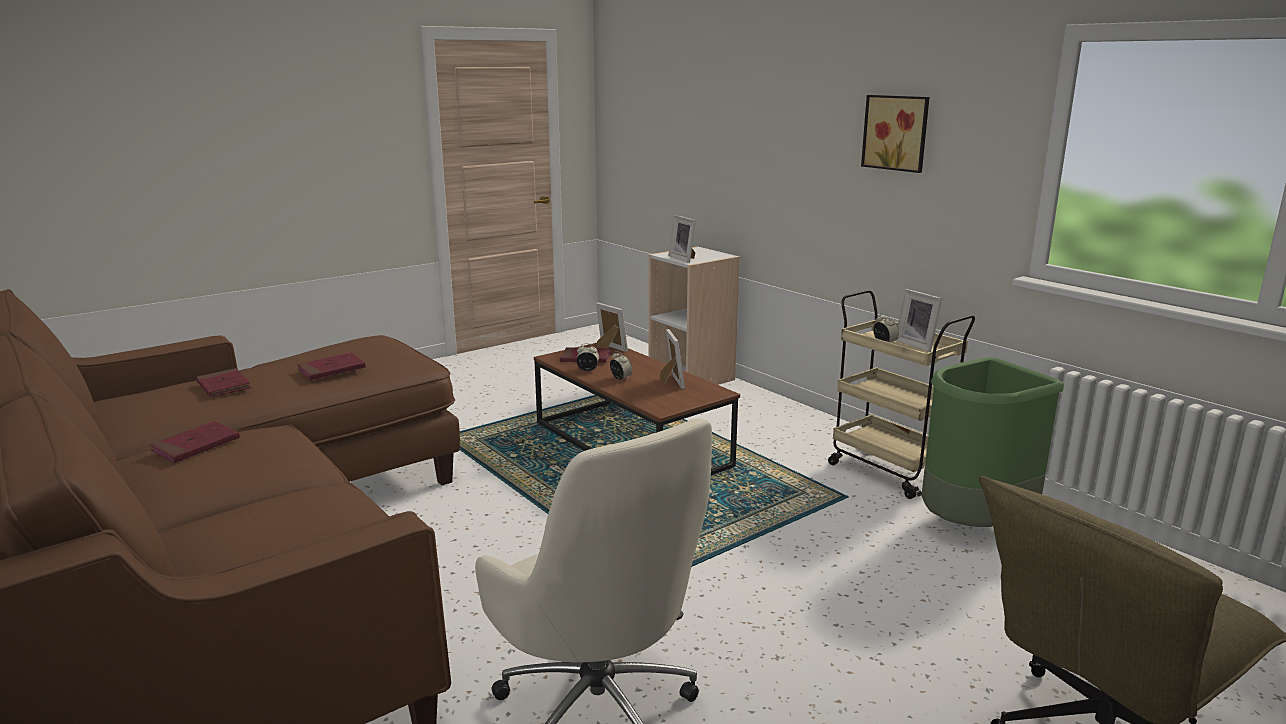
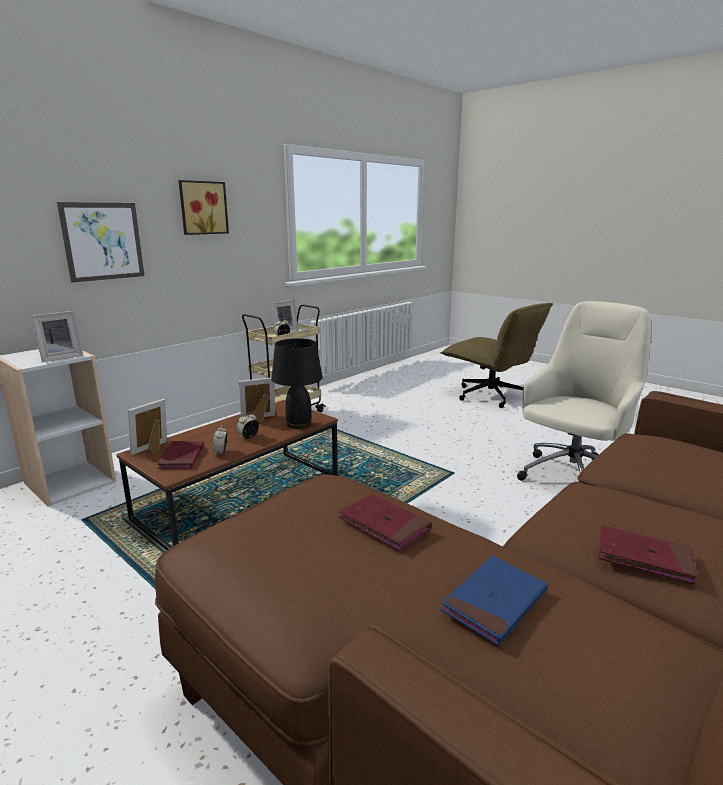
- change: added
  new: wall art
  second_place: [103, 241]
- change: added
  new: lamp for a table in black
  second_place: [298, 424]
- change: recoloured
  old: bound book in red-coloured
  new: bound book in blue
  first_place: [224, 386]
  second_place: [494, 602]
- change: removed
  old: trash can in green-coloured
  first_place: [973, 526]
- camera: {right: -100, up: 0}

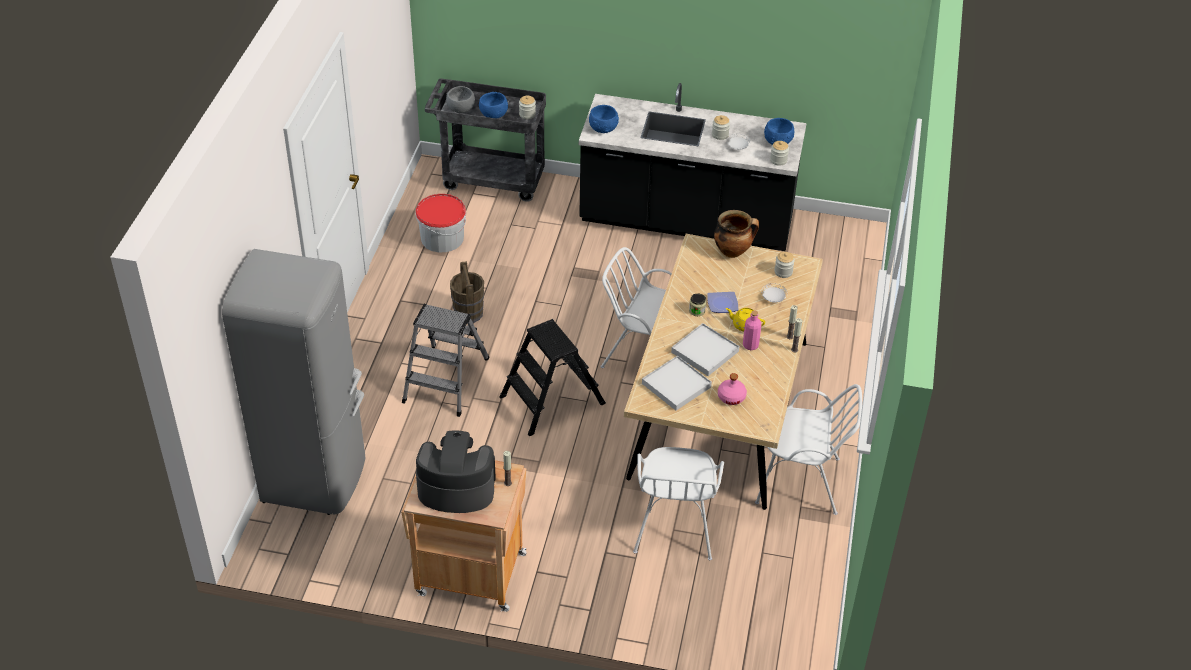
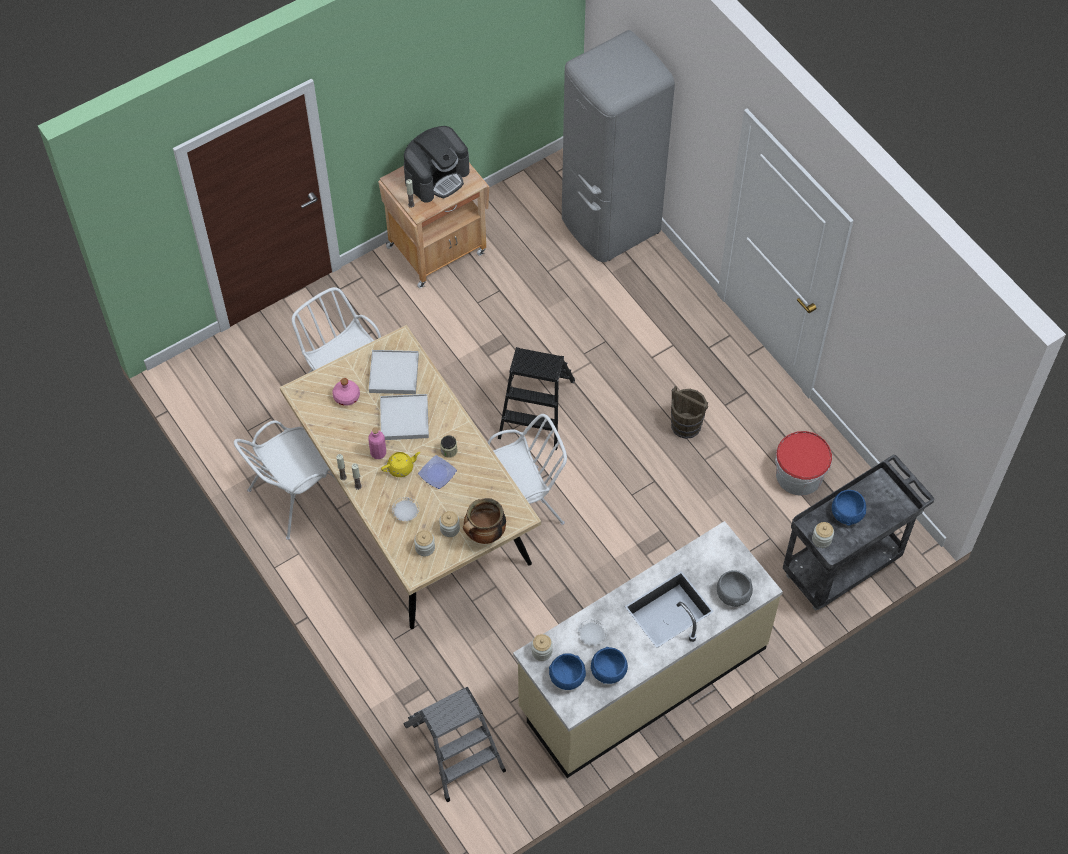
- change: moved
  old: stepladder in grey
  first_place: [446, 379]
  second_place: [454, 747]
- change: moved
  old: jar
  first_place: [720, 135]
  second_place: [450, 529]
- change: recoloured
  old: counter in black
  new: counter in beige-coloured
  first_place: [686, 221]
  second_place: [642, 678]
- change: moved
  old: serving bowl in blue
  first_place: [603, 128]
  second_place: [608, 672]
- change: moved
  old: serving bowl in grey
  first_place: [460, 109]
  second_place: [733, 594]
- camera: {right: 135, up: 15}

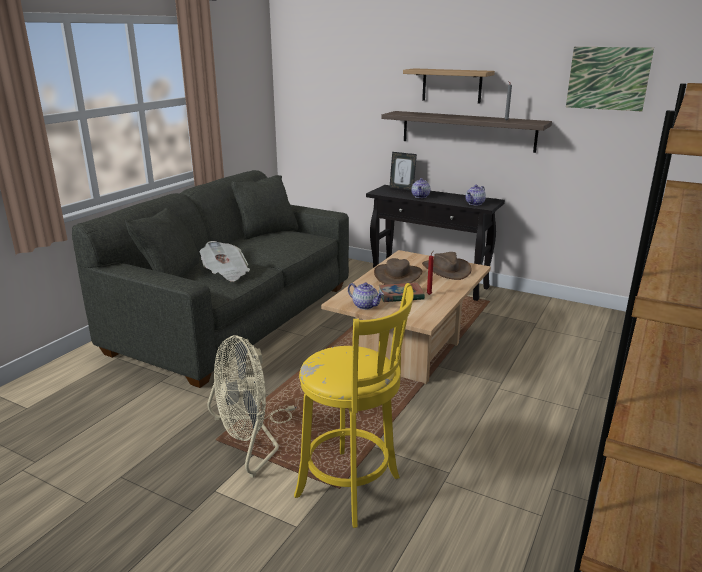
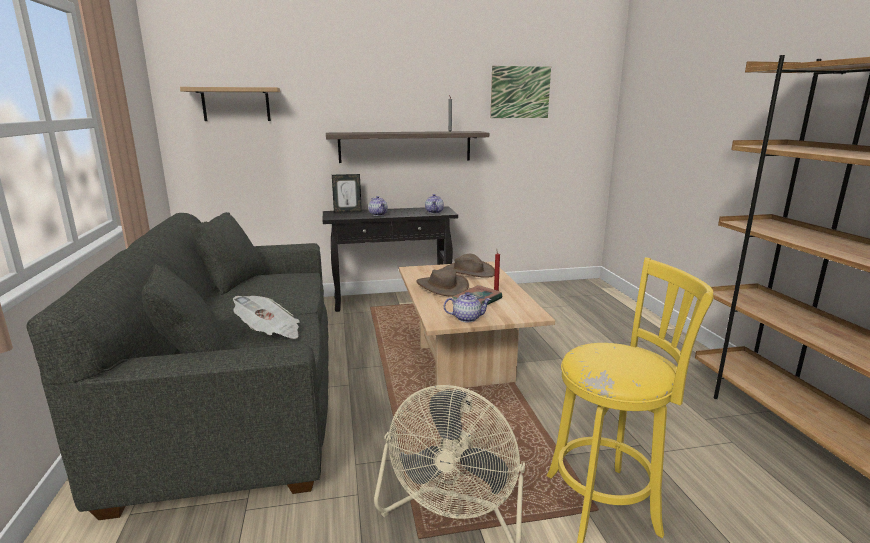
- change: moved
  old: bracket shelf
  first_place: [451, 85]
  second_place: [236, 104]
- camera: {right: -40, up: -5}

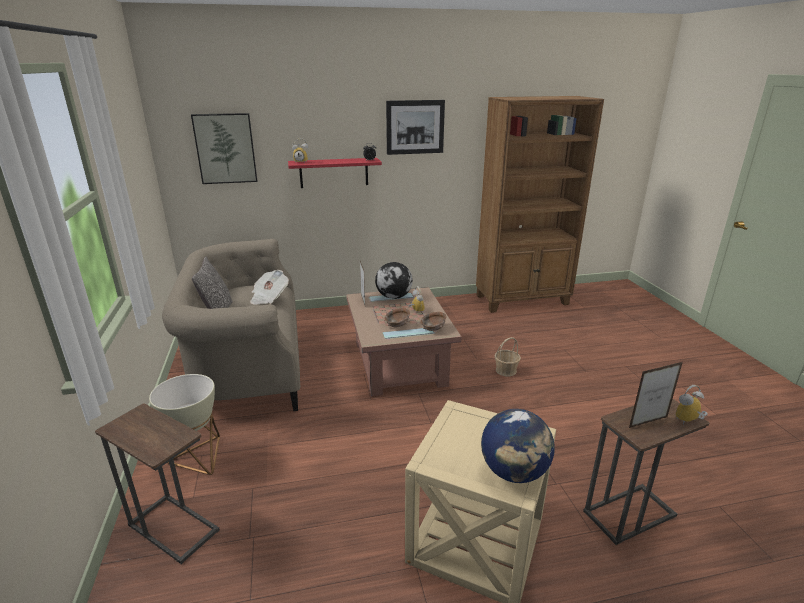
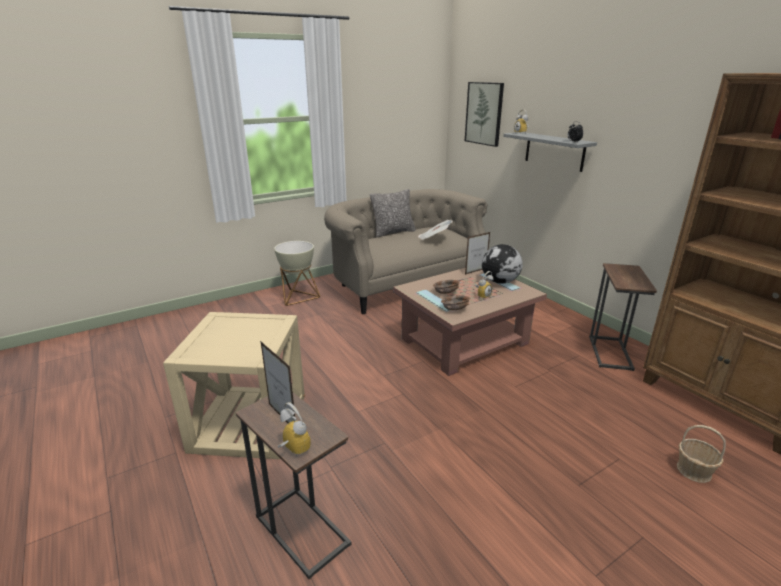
- change: recoloured
  old: bracket shelf in red-coloured
  new: bracket shelf in grey
  first_place: [334, 172]
  second_place: [554, 151]
- change: moved
  old: accent table in brownish
  first_place: [172, 528]
  second_place: [609, 352]
- change: moved
  old: household basket
  first_place: [506, 370]
  second_place: [694, 471]
- change: removed
  old: wall art
  first_place: [415, 127]
- change: removed
  old: desk globe
  first_place: [514, 472]
- camera: {right: 70, up: 0}

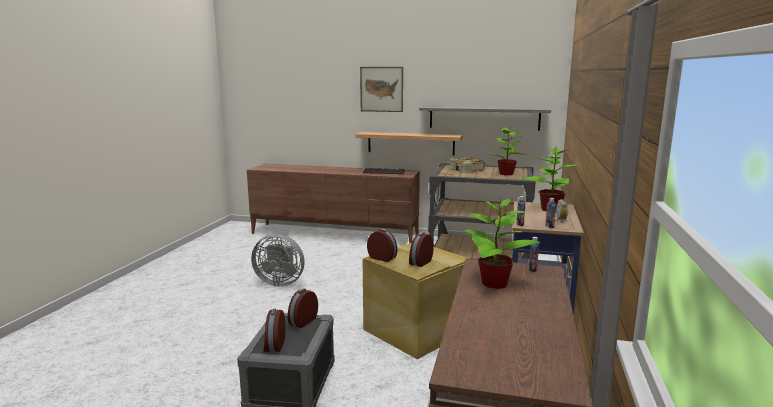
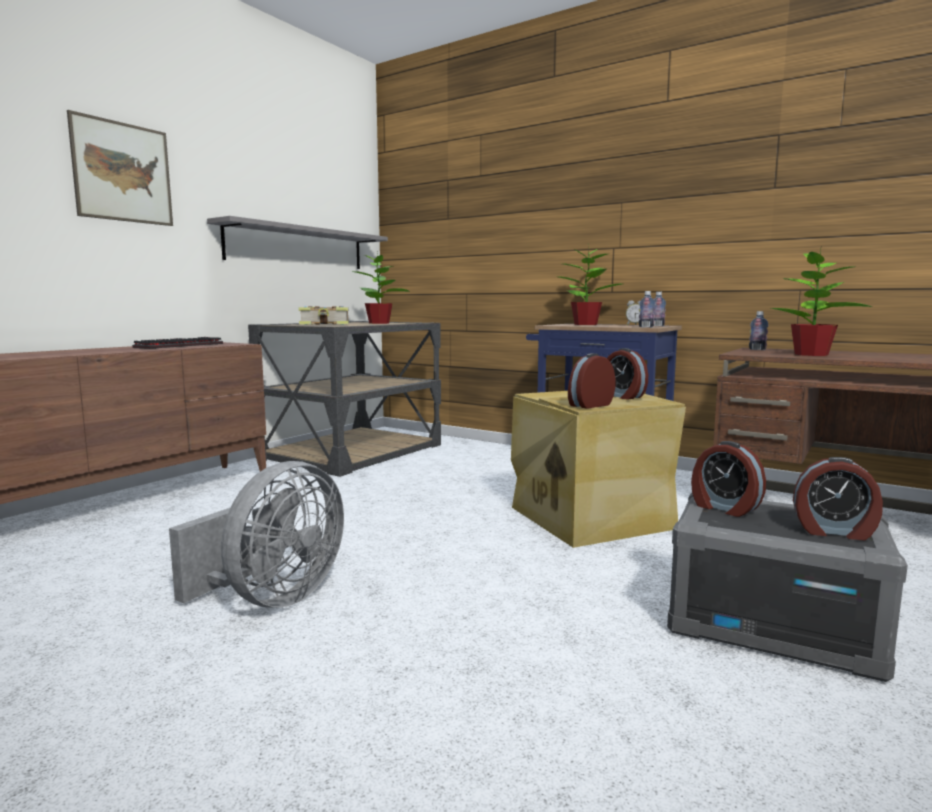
- change: removed
  old: bracket shelf
  first_place: [410, 143]
- camera: {right: -70, up: -5}

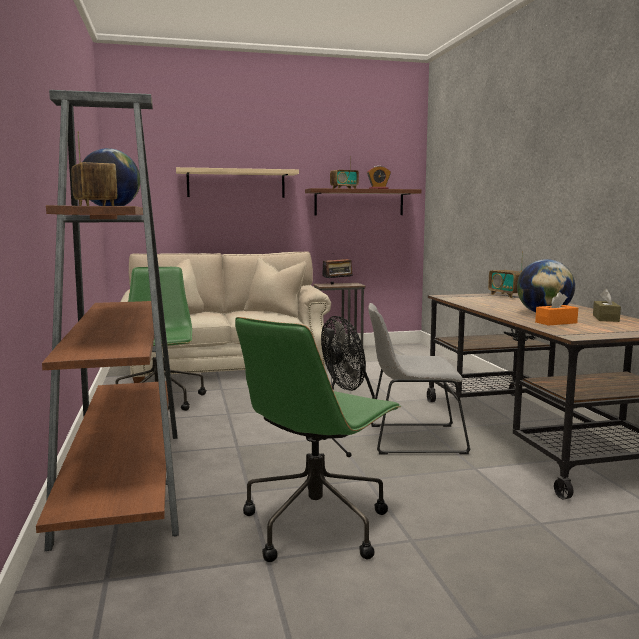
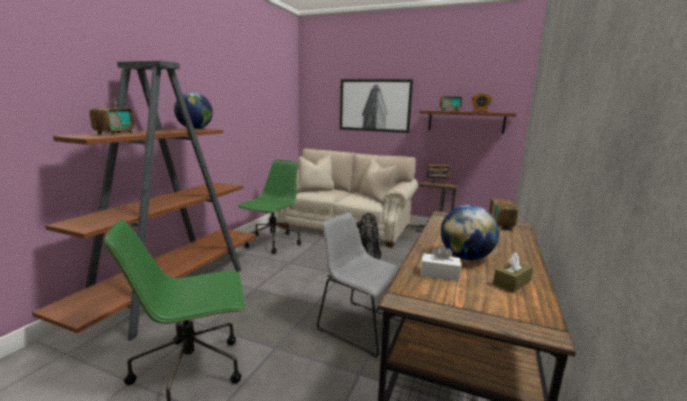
- change: replaced
  old: bracket shelf in beige-coloured
  new: wall art
  first_place: [236, 183]
  second_place: [375, 105]
- change: recoloured
  old: tissue holder in orange-coloured
  new: tissue holder in white
  first_place: [556, 322]
  second_place: [439, 274]
- camera: {right: 35, up: 5}

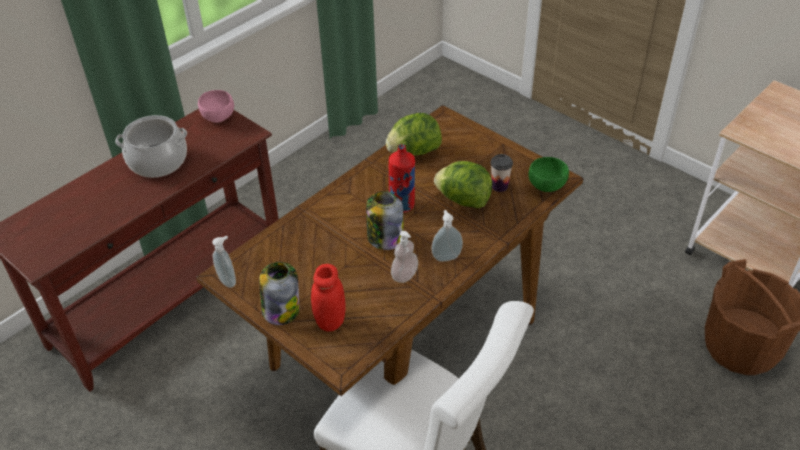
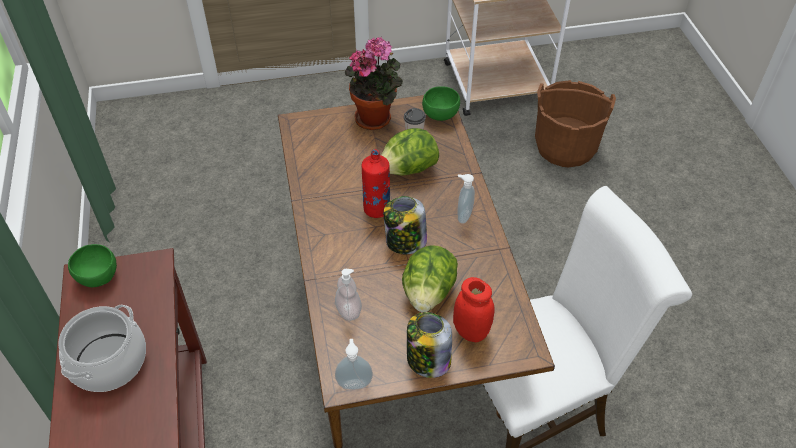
- change: recoloured
  old: serving bowl in pink-coloured
  new: serving bowl in green-coloured
  first_place: [218, 117]
  second_place: [98, 276]
- change: moved
  old: liquid soap bottle
  first_place: [404, 275]
  second_place: [348, 310]
- change: added
  new: plant in a pot
  second_place: [376, 118]
- change: moved
  old: lettuce head
  first_place: [414, 152]
  second_place: [428, 293]
- camera: {right: -55, up: 5}

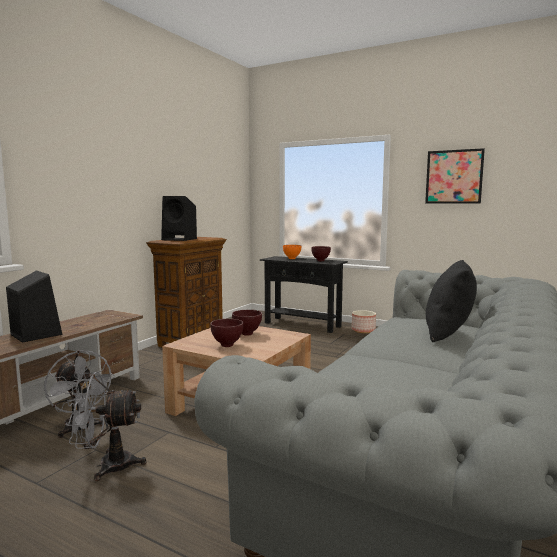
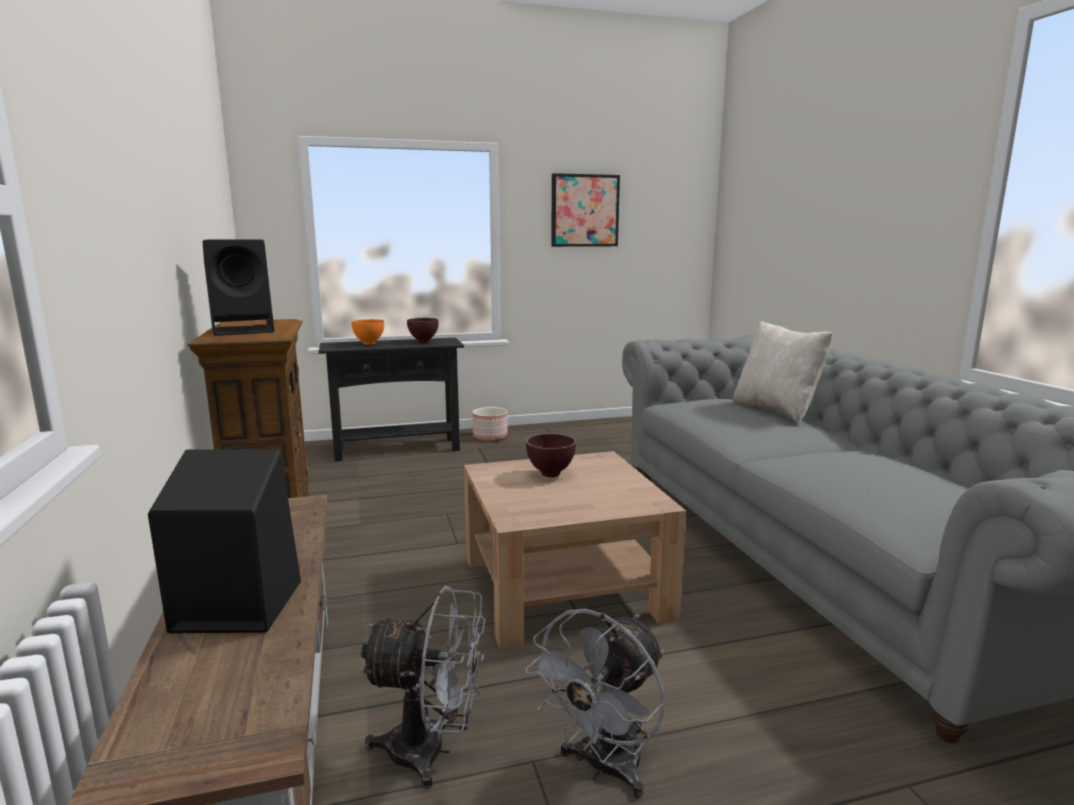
- change: recoloured
  old: pillow in black
  new: pillow in beige-coloured
  first_place: [448, 333]
  second_place: [776, 411]
- change: removed
  old: serving bowl in brownish
  first_place: [226, 345]
- camera: {right: -45, up: 5}

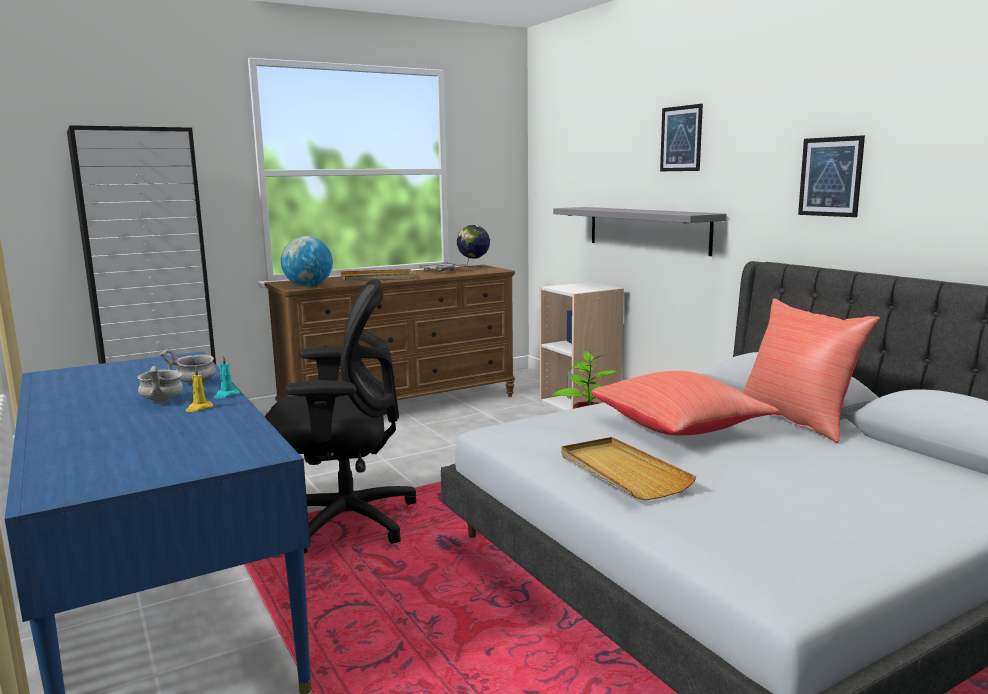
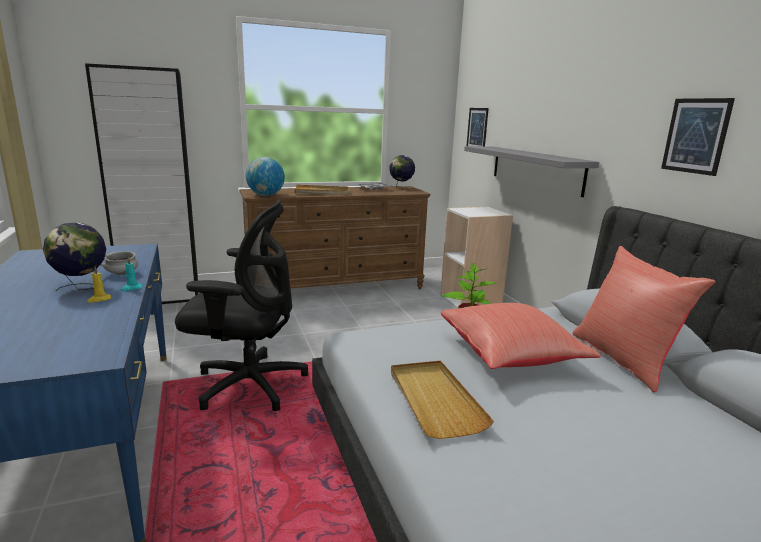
- change: replaced
  old: serving bowl in grey
  new: desk globe
  first_place: [163, 400]
  second_place: [82, 288]
- change: moved
  old: wall art
  first_place: [681, 138]
  second_place: [477, 129]
- camera: {right: 10, up: 5}

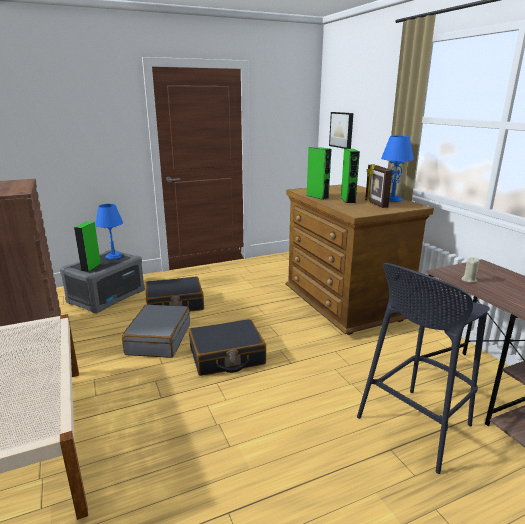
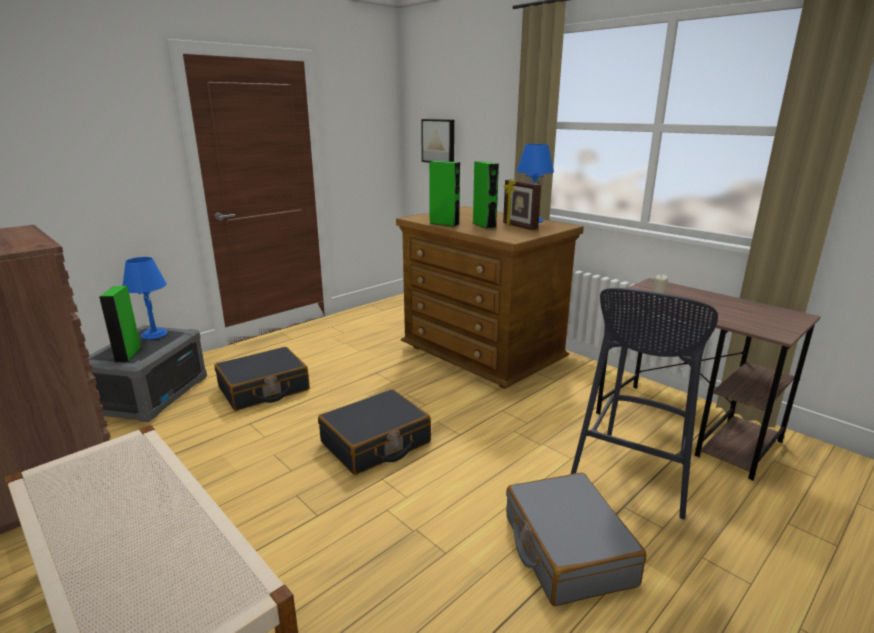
- change: moved
  old: travel case in grey
  first_place: [158, 339]
  second_place: [566, 550]
- camera: {right: -20, up: 0}

